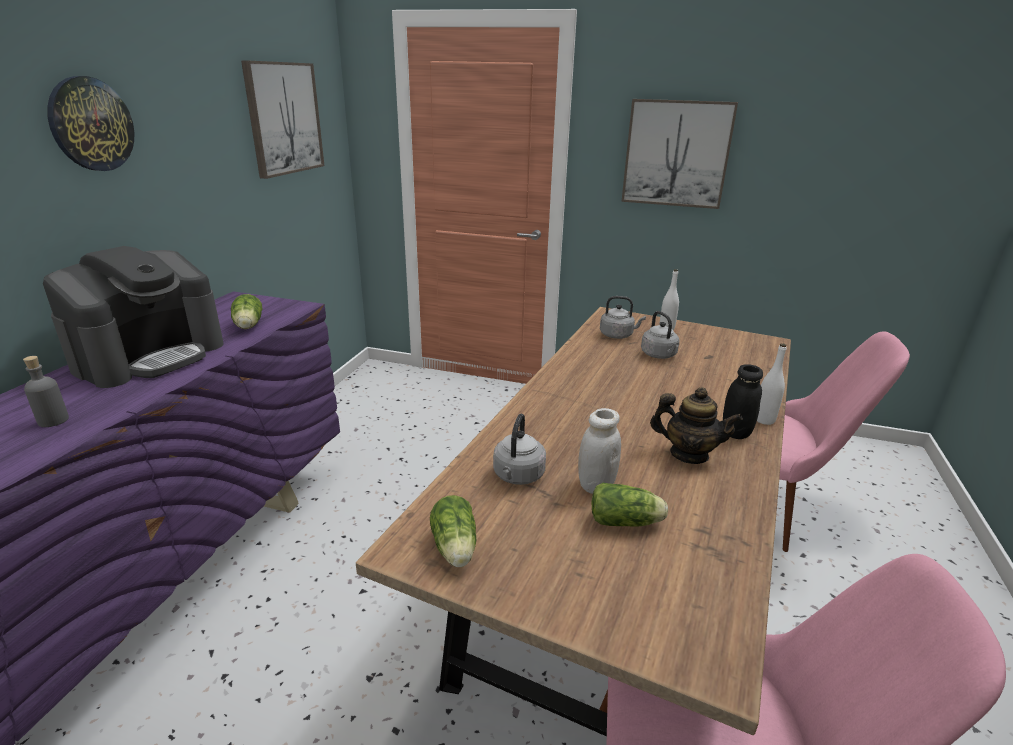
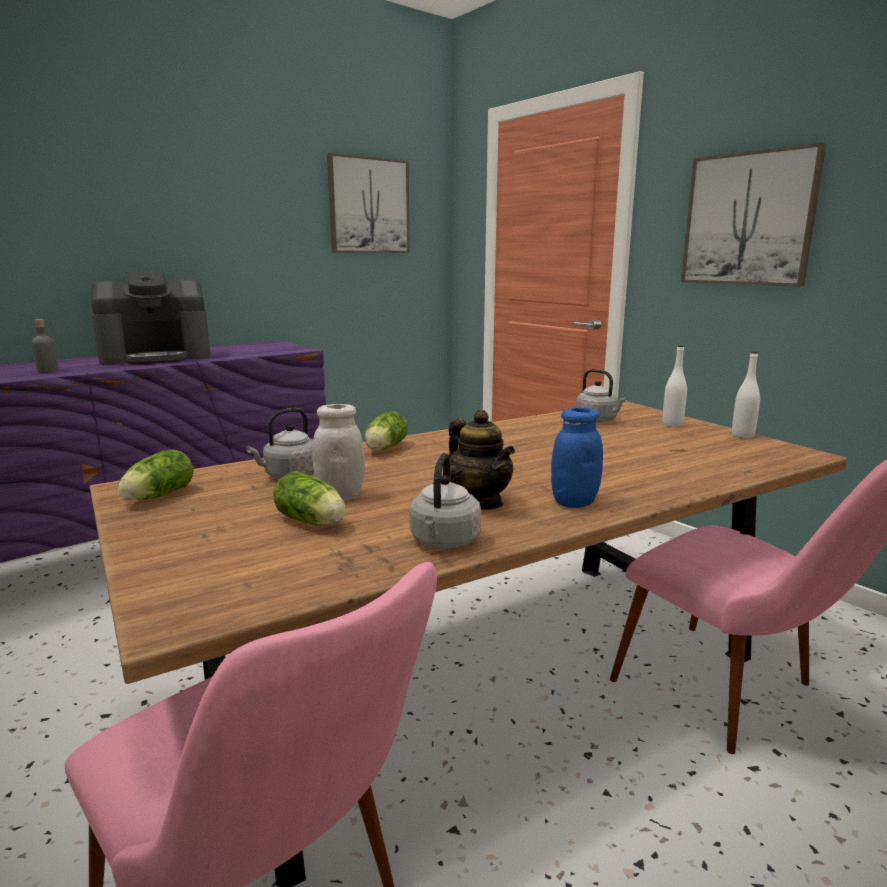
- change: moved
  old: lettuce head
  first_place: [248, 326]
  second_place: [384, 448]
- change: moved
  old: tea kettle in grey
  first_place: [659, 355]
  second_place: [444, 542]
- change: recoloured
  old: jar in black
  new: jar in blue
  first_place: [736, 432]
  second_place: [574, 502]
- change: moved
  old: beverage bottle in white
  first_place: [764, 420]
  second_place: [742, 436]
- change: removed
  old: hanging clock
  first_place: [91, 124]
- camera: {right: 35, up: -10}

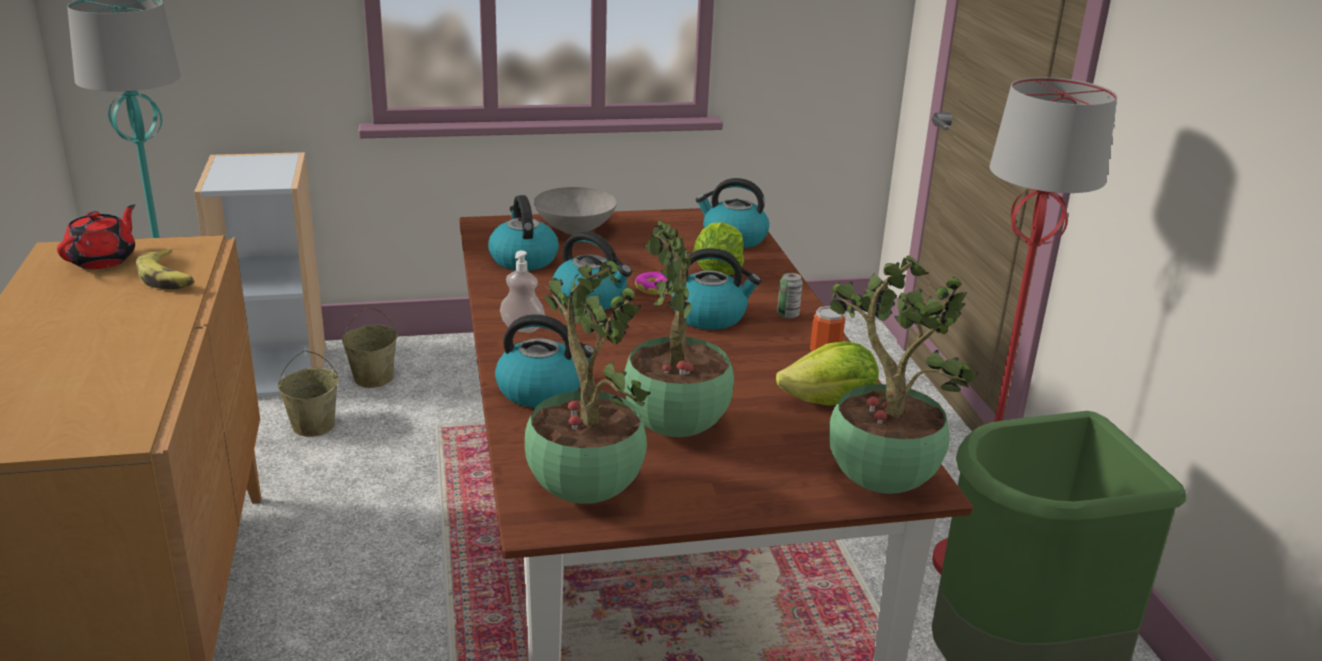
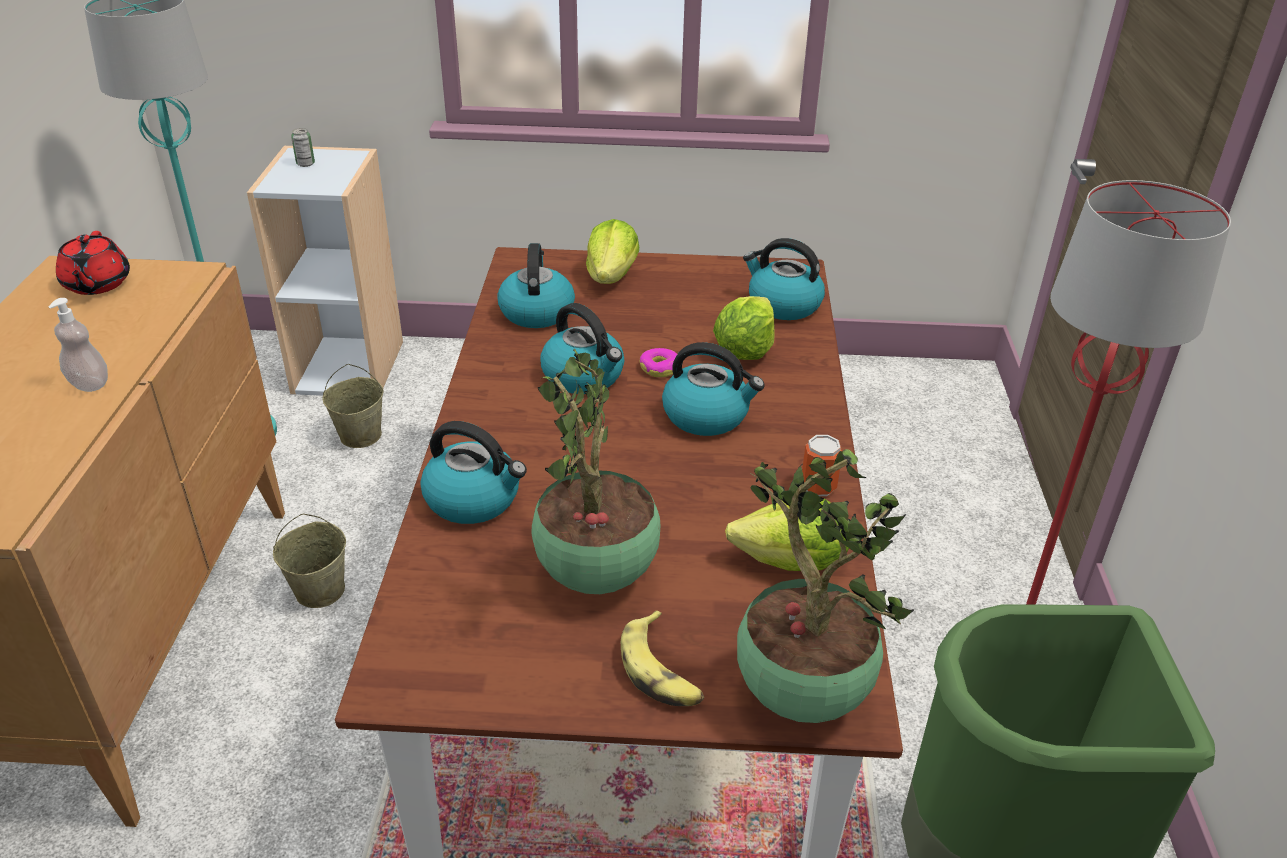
- change: moved
  old: liquid soap bottle
  first_place: [522, 328]
  second_place: [89, 384]
- change: turned
  old: tea pot in red-coloured
  first_place: [103, 260]
  second_place: [96, 284]
  degrees: 135
- change: moved
  old: bucket in beige-coloured
  first_place: [373, 378]
  second_place: [320, 590]
- change: moved
  old: can
  first_place: [788, 315]
  second_place: [305, 164]
- change: replaced
  old: serving bowl in grey
  new: lettuce head
  first_place: [576, 230]
  second_place: [612, 276]
- change: moved
  old: whole banana
  first_place: [168, 278]
  second_place: [661, 671]
- change: removed
  old: plant in a pot
  first_place: [583, 491]
- camera: {right: 15, up: 10}

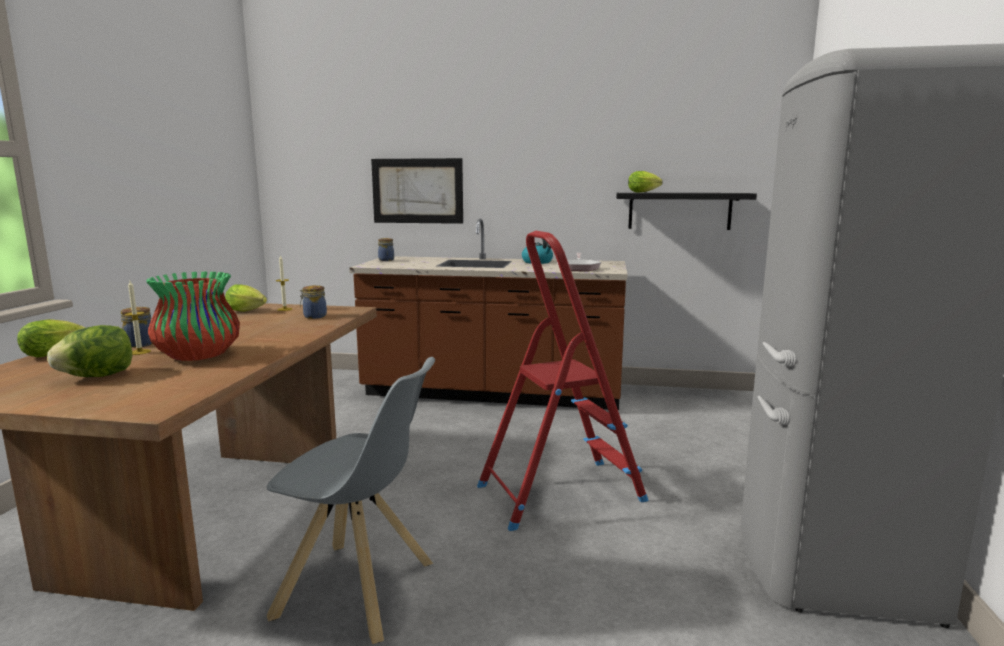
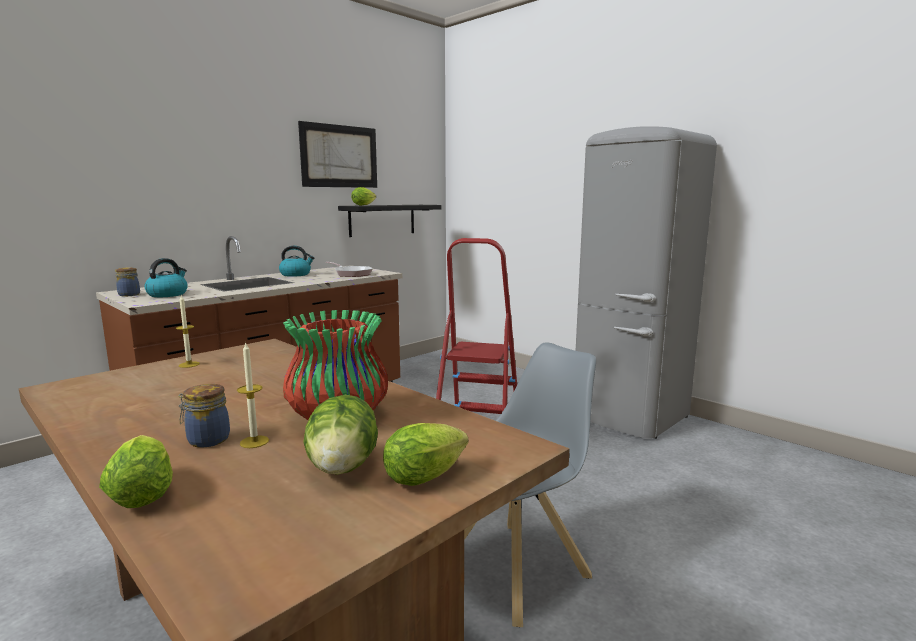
- change: added
  new: tea kettle
  second_place: [168, 294]
- change: moved
  old: wall art
  first_place: [417, 191]
  second_place: [339, 156]
- change: moved
  old: lettuce head
  first_place: [248, 311]
  second_place: [428, 475]
- change: removed
  old: jar
  first_place: [314, 316]
- camera: {right: -55, up: 0}

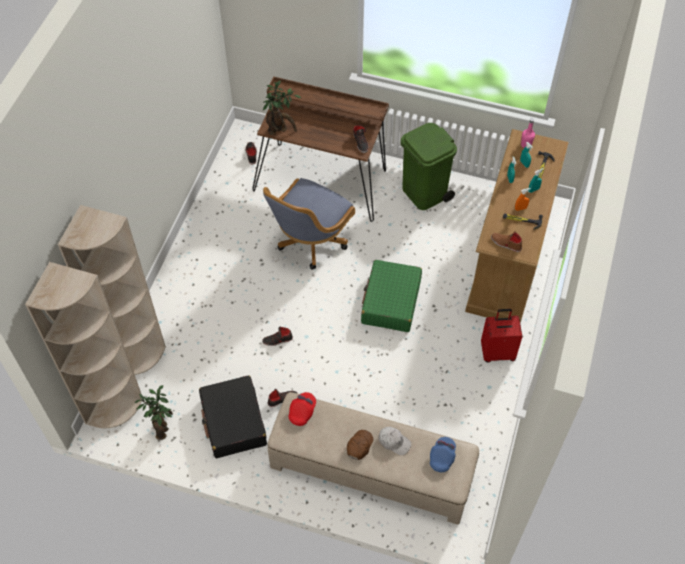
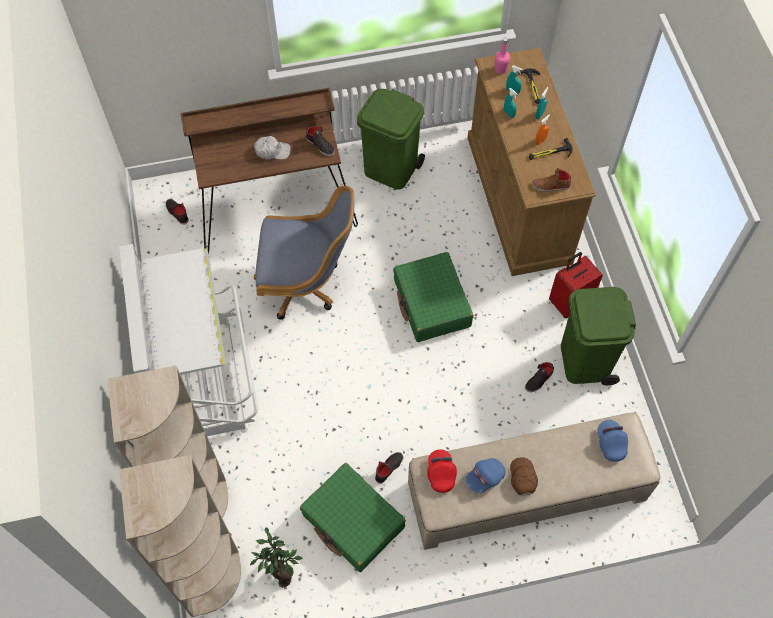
- change: added
  new: shoe rack in white
  second_place: [209, 381]
- change: moved
  old: cap in white
  first_place: [394, 442]
  second_place: [272, 151]
- change: turned
  old: computer chair in blue
  first_place: [309, 245]
  second_place: [307, 284]
  degrees: -90
- change: recoloured
  old: travel case in black
  new: travel case in green-coloured
  first_place: [233, 422]
  second_place: [353, 522]
- change: added
  new: cap in blue
  second_place: [484, 478]
- change: moved
  old: shoe in black
  first_place: [277, 340]
  second_place: [539, 380]
- change: added
  new: trash can in green-coloured
  second_place: [585, 361]
- change: removed
  old: plant in a pot
  first_place: [280, 130]
- camera: {right: -30, up: 5}

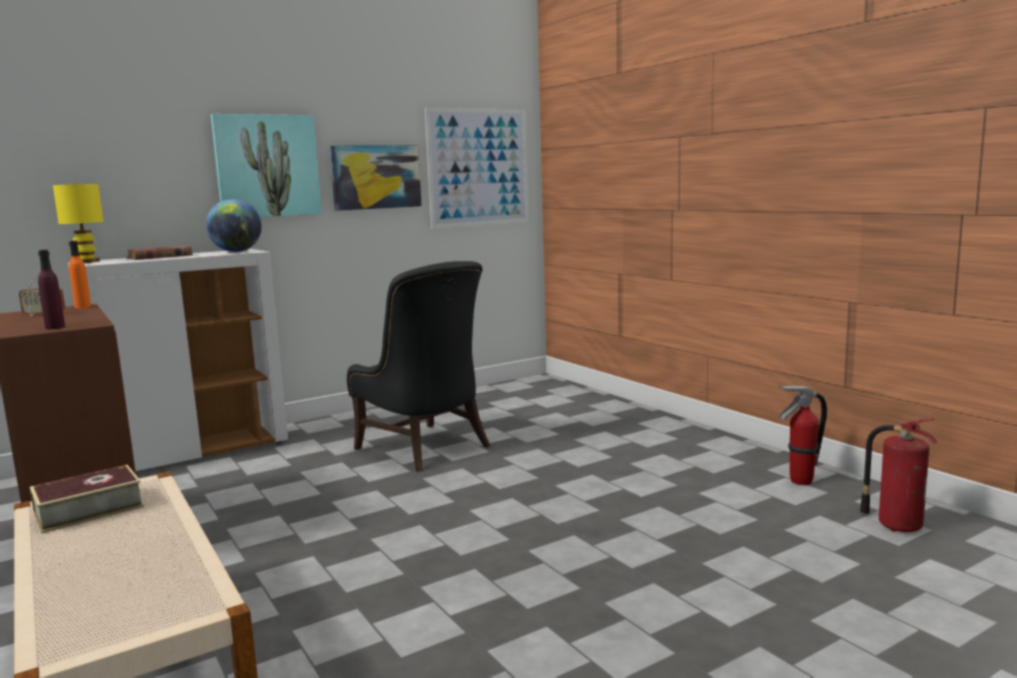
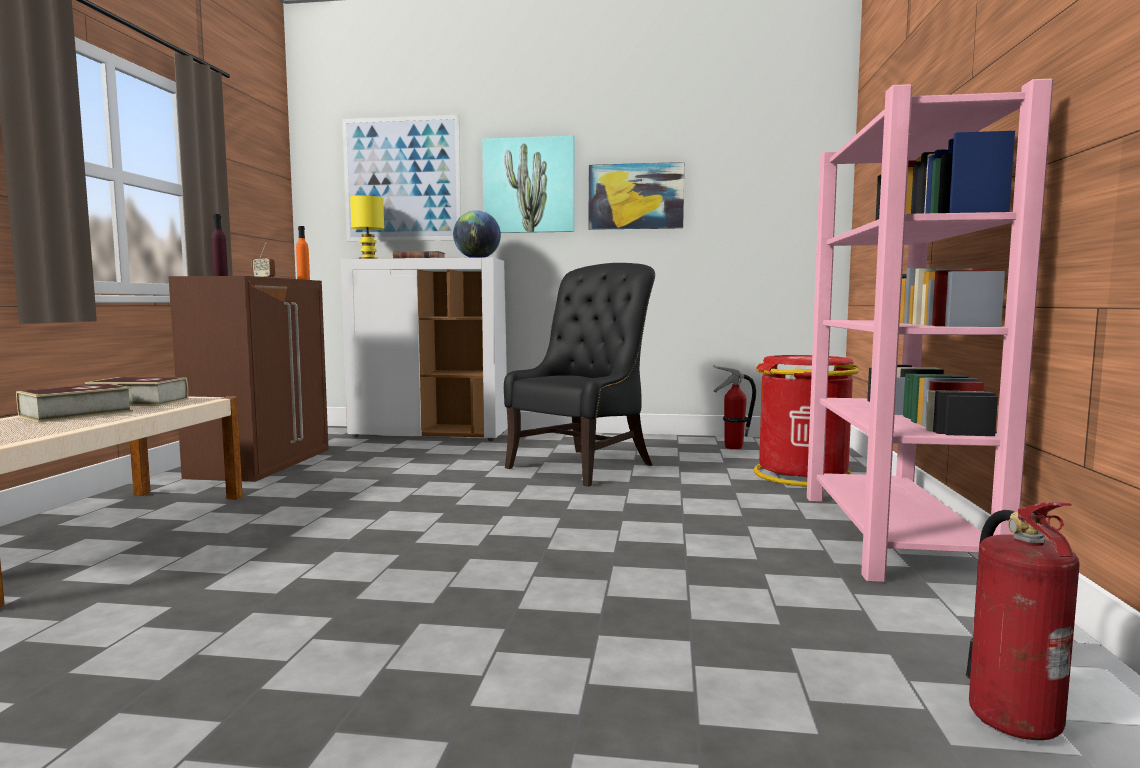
- change: added
  new: bound book
  second_place: [76, 414]
- change: moved
  old: wall art
  first_place: [479, 167]
  second_place: [402, 179]
- change: turned
  old: plain chair in black
  first_place: [425, 447]
  second_place: [582, 466]
  degrees: -135
- change: moved
  old: fire extinguisher
  first_place: [800, 481]
  second_place: [732, 447]
- change: added
  new: trash can in red-coloured
  second_place: [802, 475]
- change: added
  new: shelving unit in pink-coloured
  second_place: [891, 535]
- camera: {right: 40, up: -5}

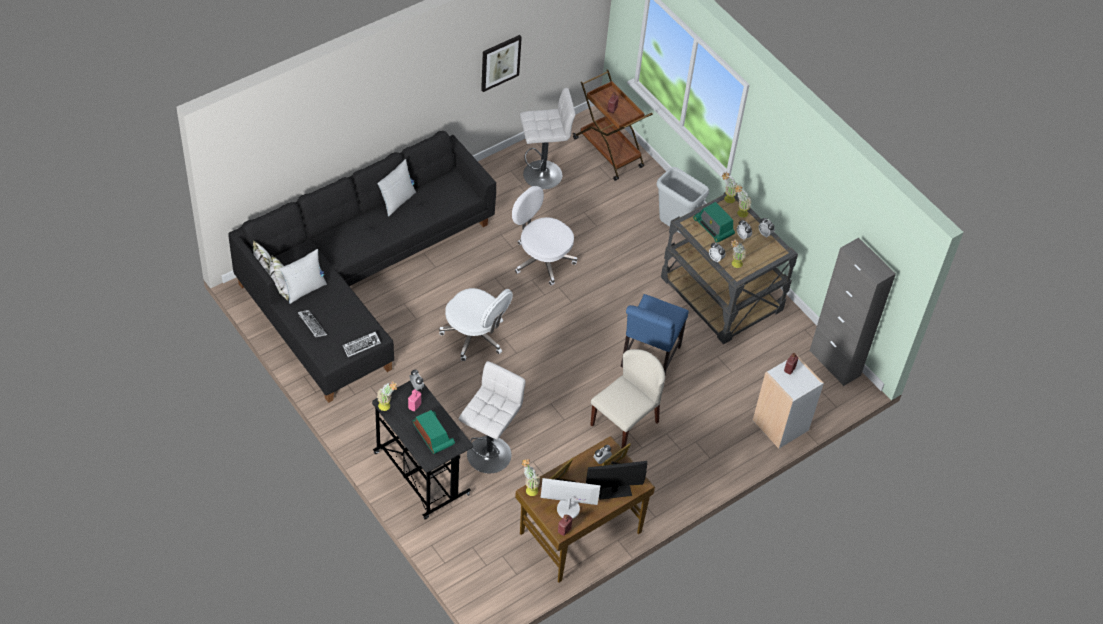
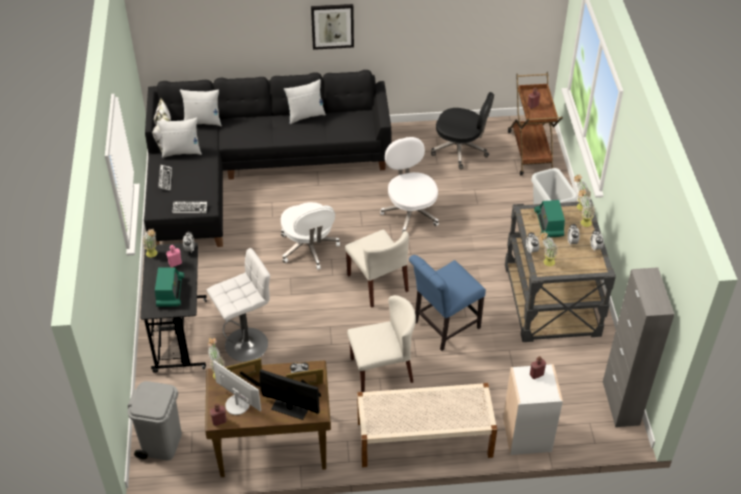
- change: added
  new: trash can in grey
  second_place: [162, 443]
- change: added
  new: pillow in grey
  second_place: [202, 122]
- change: moved
  old: wall art
  first_place: [500, 62]
  second_place: [332, 26]
- change: added
  new: plain chair in beige-coloured
  second_place: [378, 283]
- change: added
  new: indoor bench in beige-coloured
  second_place: [424, 439]
- change: replaced
  old: stool seat in white
  new: computer chair in black
  first_place: [543, 175]
  second_place: [460, 150]
- camera: {right: 35, up: -5}

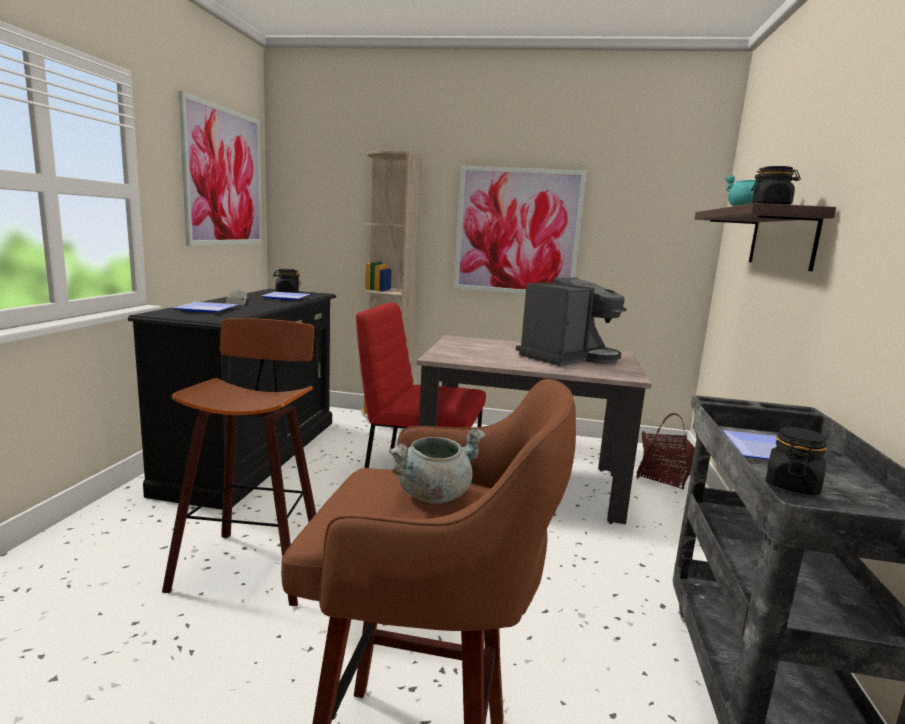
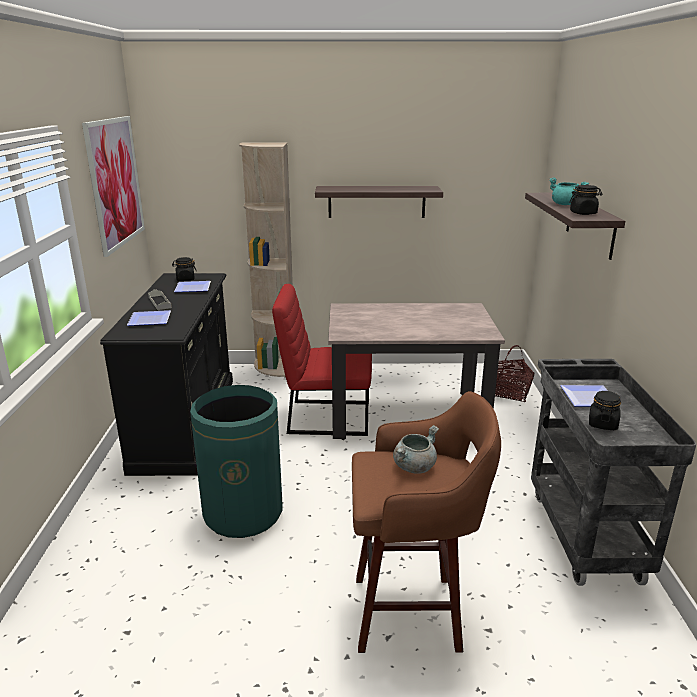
- change: replaced
  old: stool seat
  new: trash can in green-coloured
  first_place: [253, 564]
  second_place: [243, 513]
- change: replaced
  old: wall art
  new: bracket shelf
  first_place: [517, 232]
  second_place: [376, 201]
- change: removed
  old: coffee maker
  first_place: [568, 357]
- camera: {right: -10, up: 10}

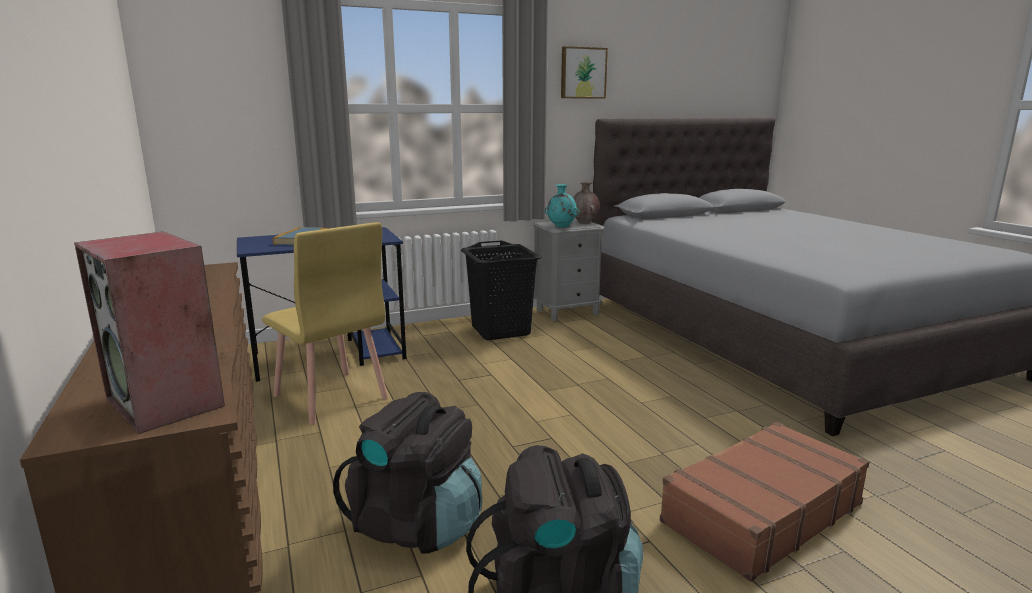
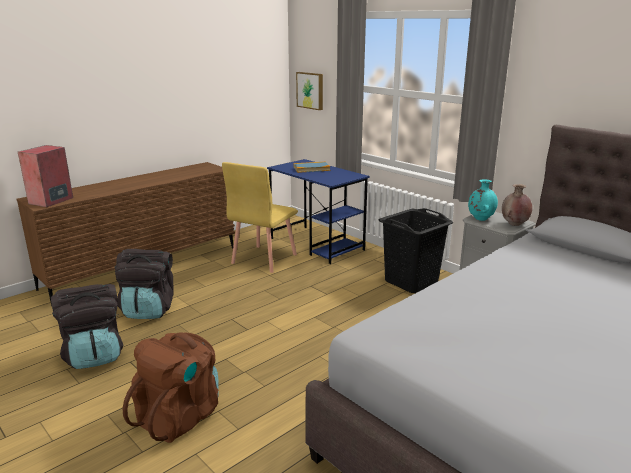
- change: replaced
  old: travel case in brownish
  new: backpack in brownish
  first_place: [760, 512]
  second_place: [180, 415]
- change: moved
  old: wall art
  first_place: [582, 73]
  second_place: [310, 90]
- camera: {right: 70, up: 5}

